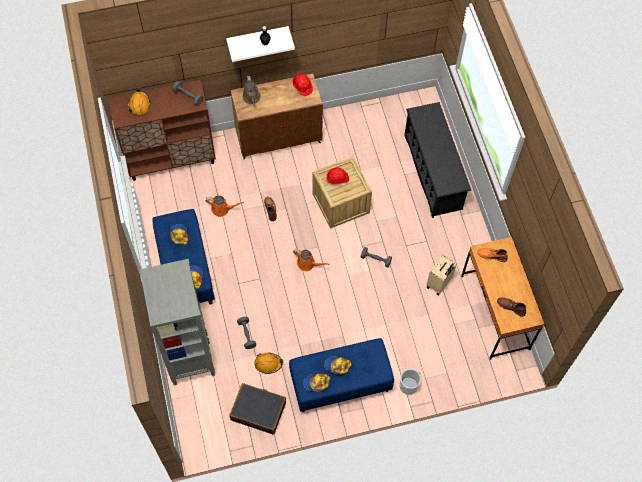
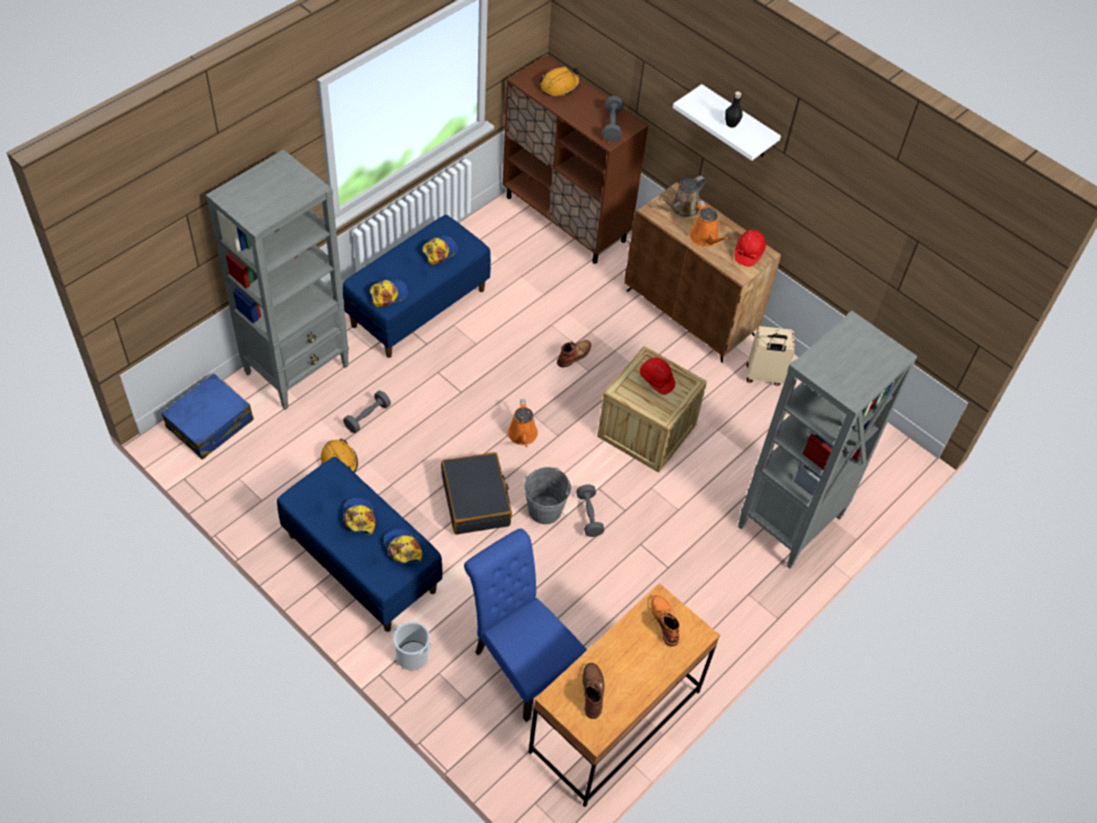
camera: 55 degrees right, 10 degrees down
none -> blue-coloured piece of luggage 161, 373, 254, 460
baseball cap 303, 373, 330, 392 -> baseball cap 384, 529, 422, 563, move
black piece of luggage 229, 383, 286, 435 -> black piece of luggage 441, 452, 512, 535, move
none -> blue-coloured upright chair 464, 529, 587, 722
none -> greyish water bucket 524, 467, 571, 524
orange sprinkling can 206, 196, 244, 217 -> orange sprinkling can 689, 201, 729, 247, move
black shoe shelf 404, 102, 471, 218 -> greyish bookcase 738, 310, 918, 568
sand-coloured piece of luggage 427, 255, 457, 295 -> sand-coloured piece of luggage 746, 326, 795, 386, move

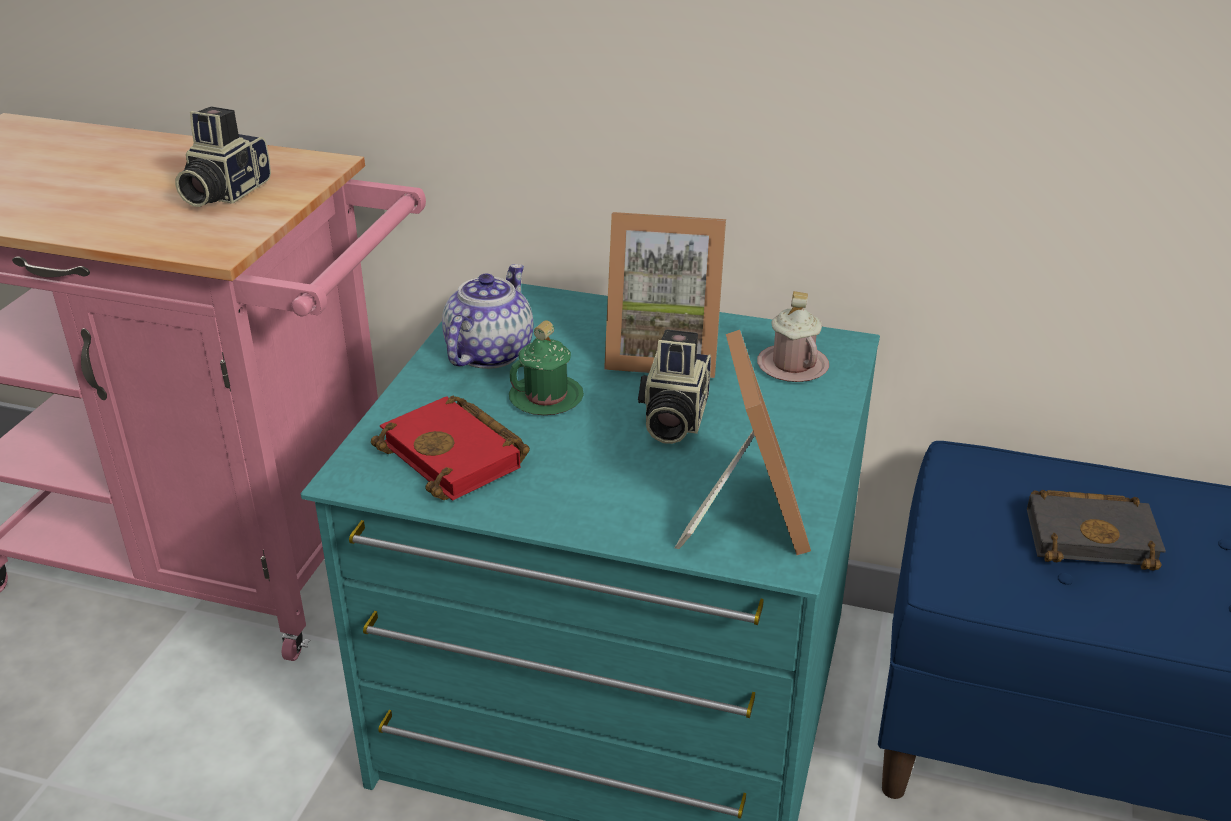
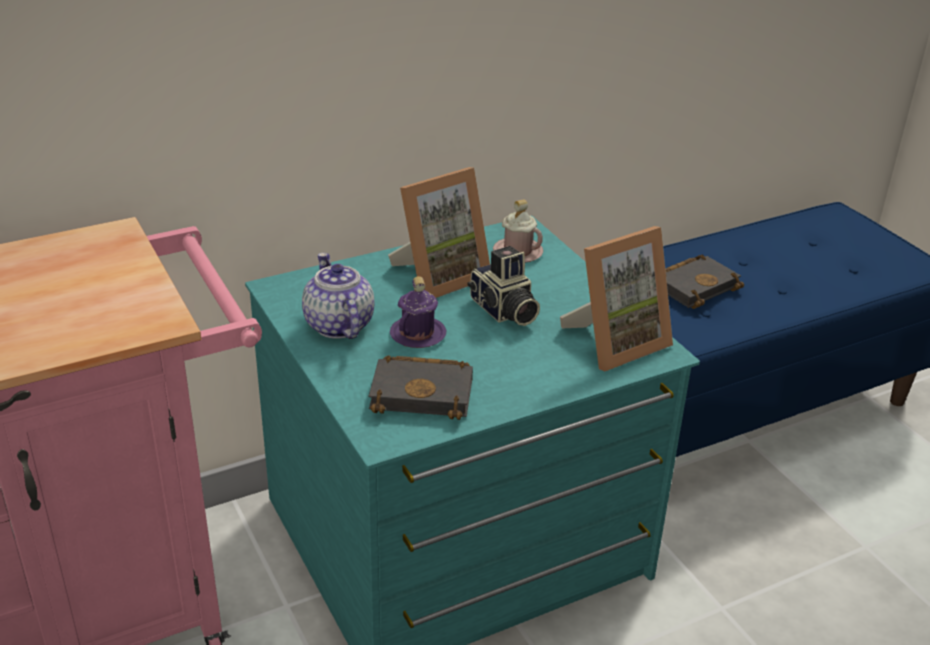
camera: 45 degrees left, 0 degrees up
red-coloured book 371, 396, 530, 501 -> black book 368, 355, 473, 420
green mug 509, 320, 584, 415 -> purplish mug 390, 276, 446, 348
picture frame 675, 330, 811, 555 -> picture frame 560, 226, 673, 371, 105 degrees clockwise
still camera 175, 106, 271, 207 -> none

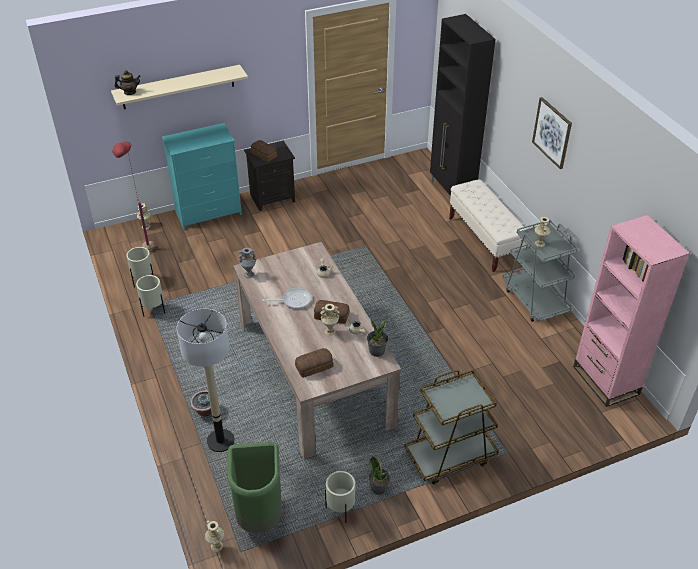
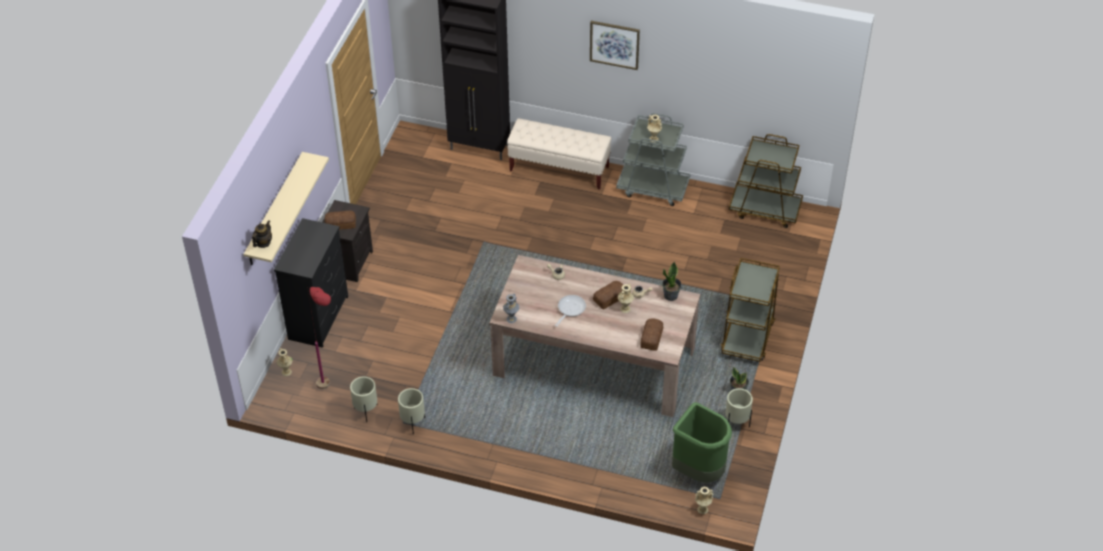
camera: 50 degrees left, 5 degrees up
turquoise dresser 162, 123, 242, 229 -> black dresser 274, 218, 348, 348
pink-coloured bookcase 573, 215, 690, 407 -> brownish trolley 729, 134, 803, 228
standard lamp 177, 309, 234, 452 -> none
plant in a pot 190, 390, 212, 416 -> none

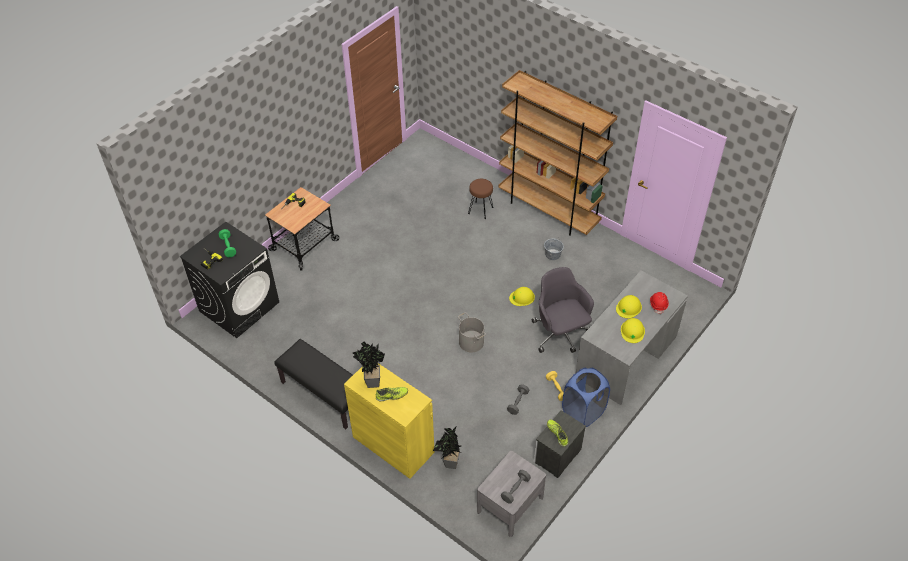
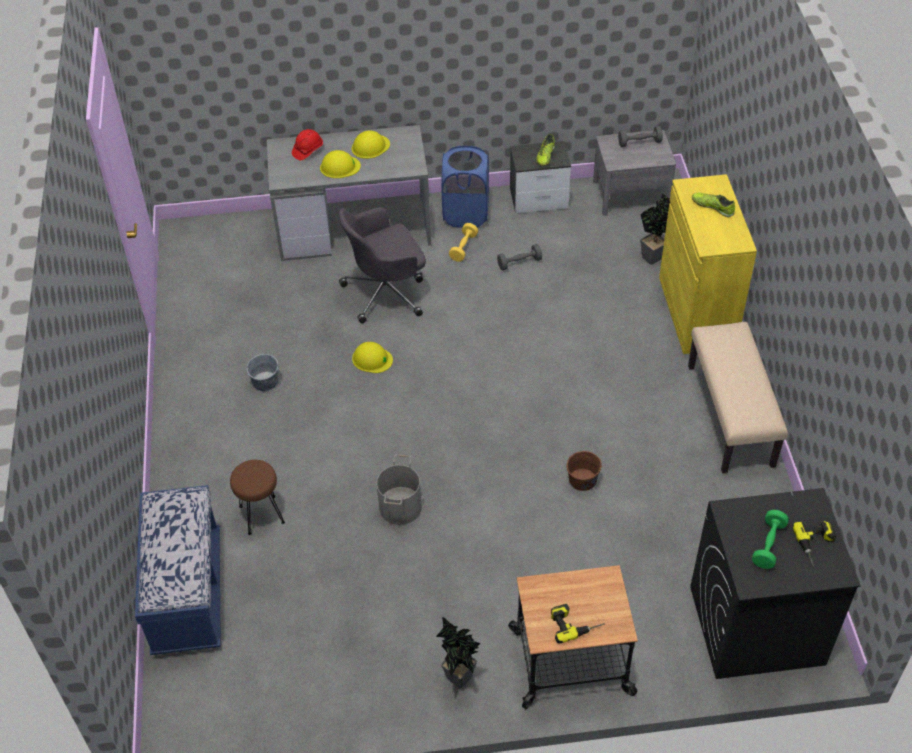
camera: 135 degrees left, 0 degrees up
none -> blue-coloured bench 135, 485, 221, 655
greyish computer chair 531, 267, 594, 353 -> greyish computer chair 339, 207, 426, 323, 45 degrees clockwise
greyish water bucket 458, 312, 486, 353 -> greyish water bucket 376, 454, 422, 525, move
plant in a pot 353, 341, 385, 388 -> plant in a pot 436, 617, 480, 689, move
none -> brownish water bucket 566, 451, 602, 491
black bench 274, 339, 353, 429 -> sand-coloured bench 688, 322, 788, 473
brownish bookcase 498, 70, 617, 236 -> none

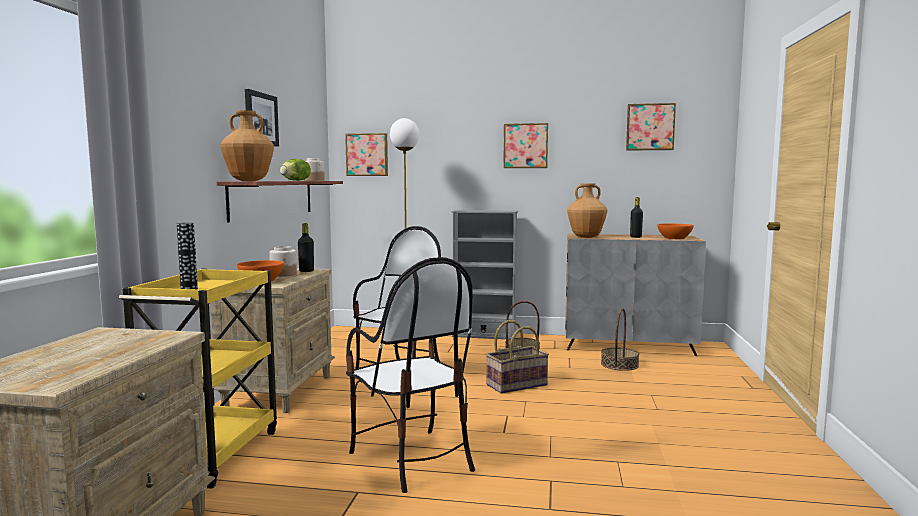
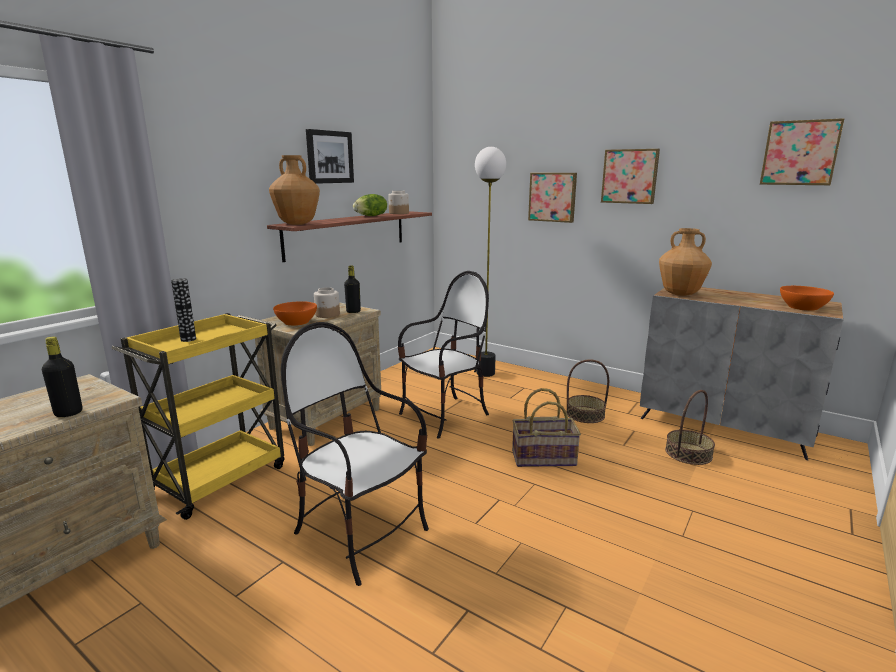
camera: 25 degrees right, 10 degrees up
black bottle 630, 197, 643, 238 -> black bottle 42, 337, 82, 417, move
upright chair 346, 257, 475, 493 -> upright chair 281, 322, 429, 586, 135 degrees clockwise
picture 345, 133, 388, 176 -> picture 528, 173, 577, 223, move
greyish bookcase 451, 210, 518, 339 -> none

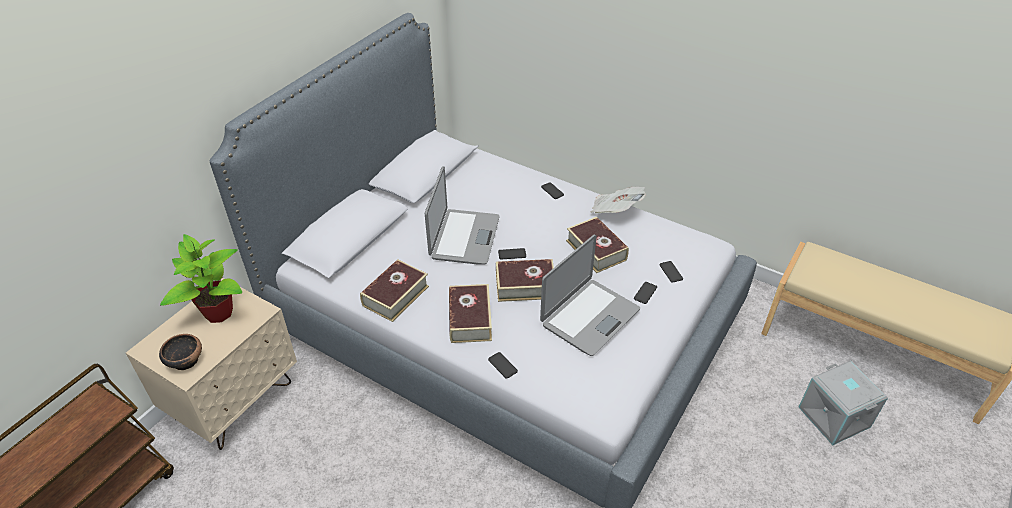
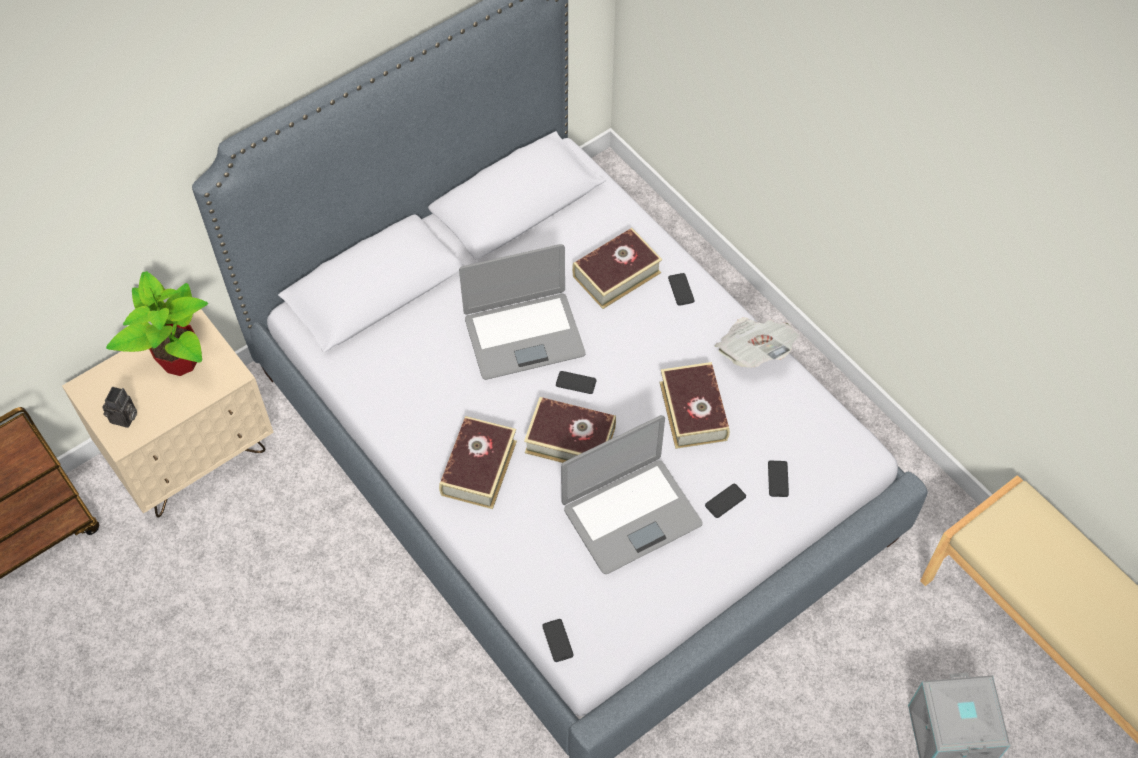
camera: 20 degrees right, 15 degrees up
deep dish 159, 334, 202, 370 -> still camera 103, 387, 137, 428
notebook computer 425, 166, 500, 265 -> notebook computer 459, 244, 586, 380, 45 degrees clockwise
telephone 488, 352, 518, 379 -> telephone 542, 619, 573, 662, move
book 360, 259, 429, 322 -> book 572, 228, 662, 309, move

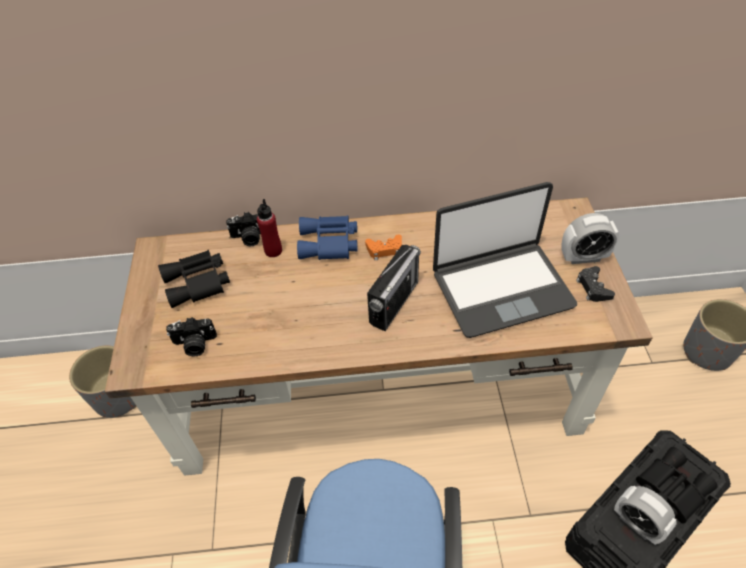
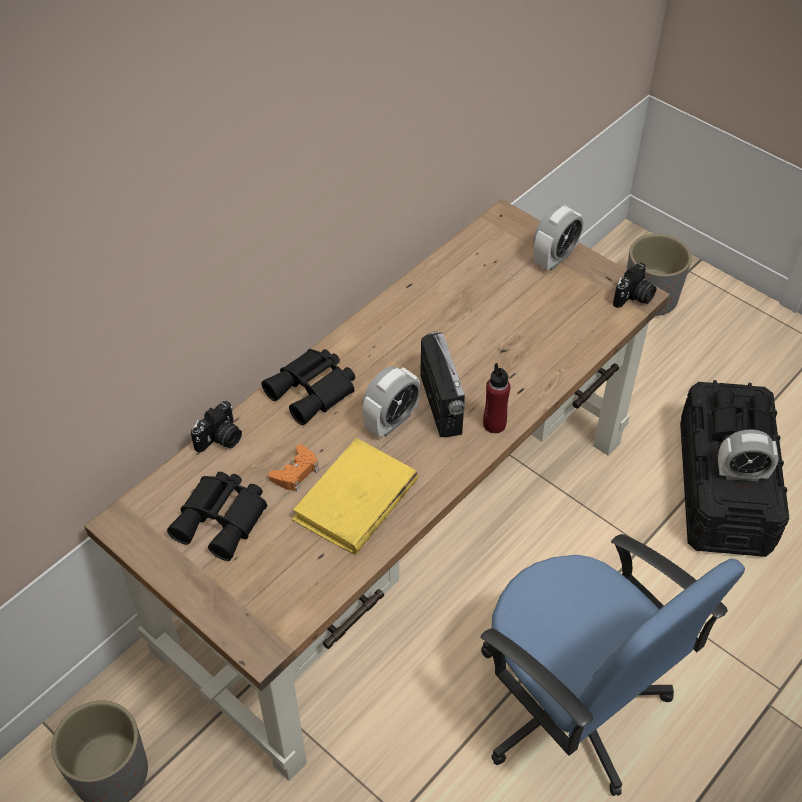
camera: 45 degrees left, 0 degrees up
blue-coloured binoculars 297, 215, 357, 260 -> black binoculars 261, 349, 355, 425
orange joypad 365, 234, 402, 260 -> orange joypad 269, 444, 319, 492, move
none -> yellowish book 292, 438, 418, 555
none -> alarm clock 362, 366, 420, 438
red-coloured bottle 257, 199, 282, 257 -> red-coloured bottle 483, 363, 510, 433, move
still camera 166, 317, 217, 356 -> still camera 613, 262, 657, 308, move
notebook computer 433, 182, 577, 338 -> none
black joypad 576, 266, 615, 302 -> none

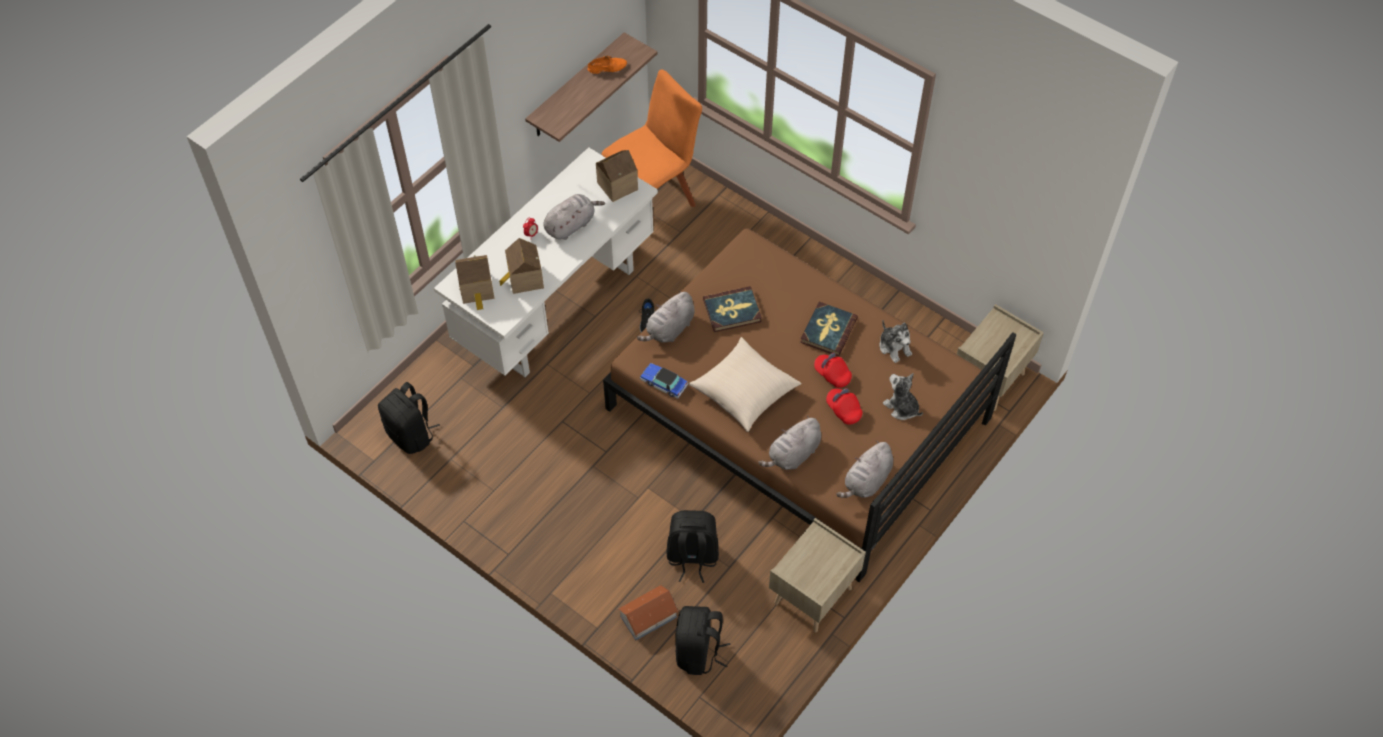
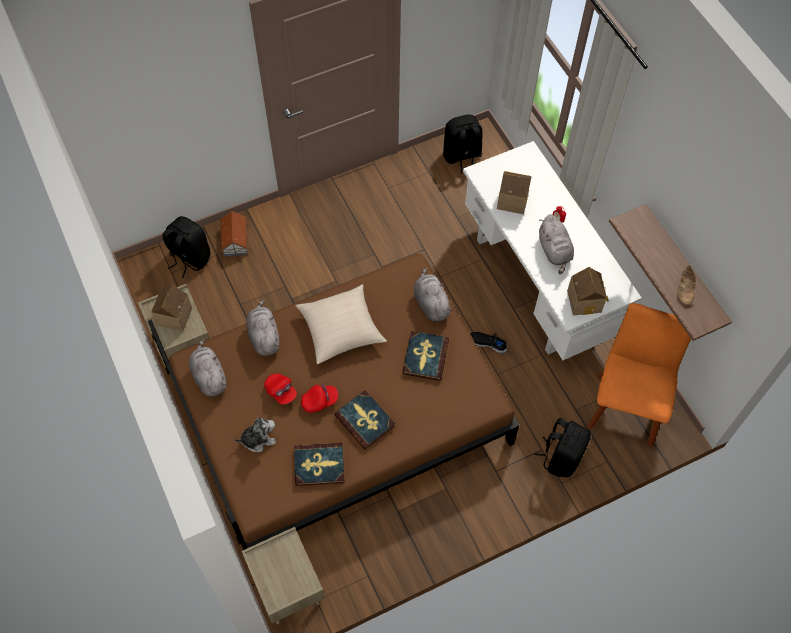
camera: 115 degrees right, 5 degrees up
toy house 455, 255, 494, 310 -> toy house 151, 284, 192, 331, move
red-coloured baseball cap 826, 388, 862, 425 -> red-coloured baseball cap 264, 373, 297, 404, 60 degrees clockwise
soft toy 879, 320, 912, 363 -> book 294, 442, 344, 486
black knapsack 666, 510, 719, 583 -> black knapsack 534, 418, 591, 477, move
orange upright chair 602, 69, 702, 207 -> orange upright chair 587, 303, 691, 447, 150 degrees counterclockwise
orange shoe 587, 56, 627, 74 -> sand-coloured shoe 678, 265, 696, 305
model car 640, 363, 688, 399 -> none

